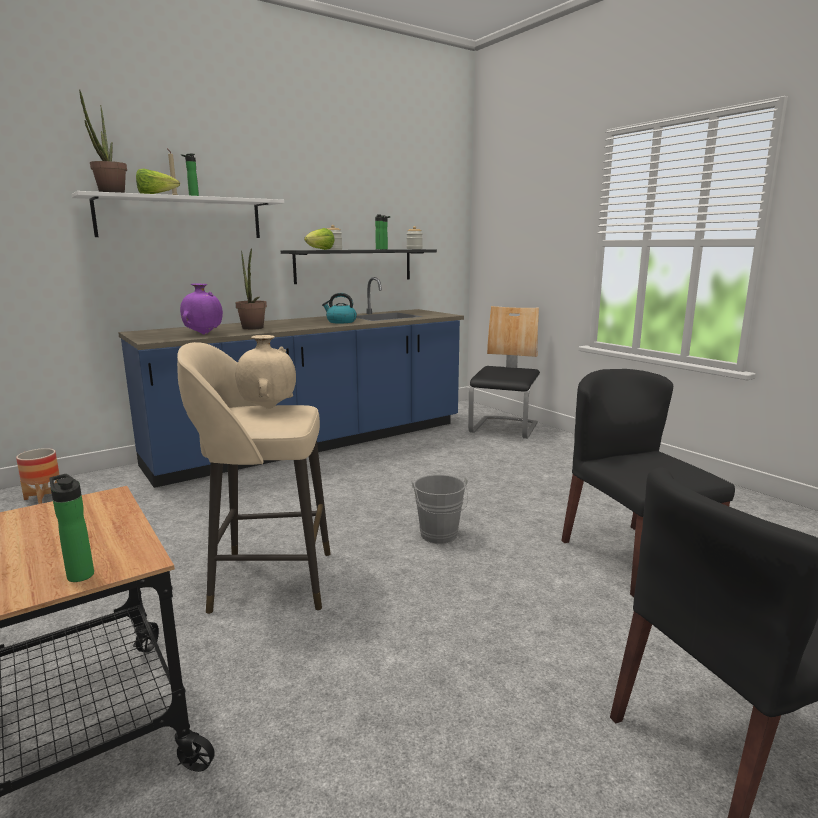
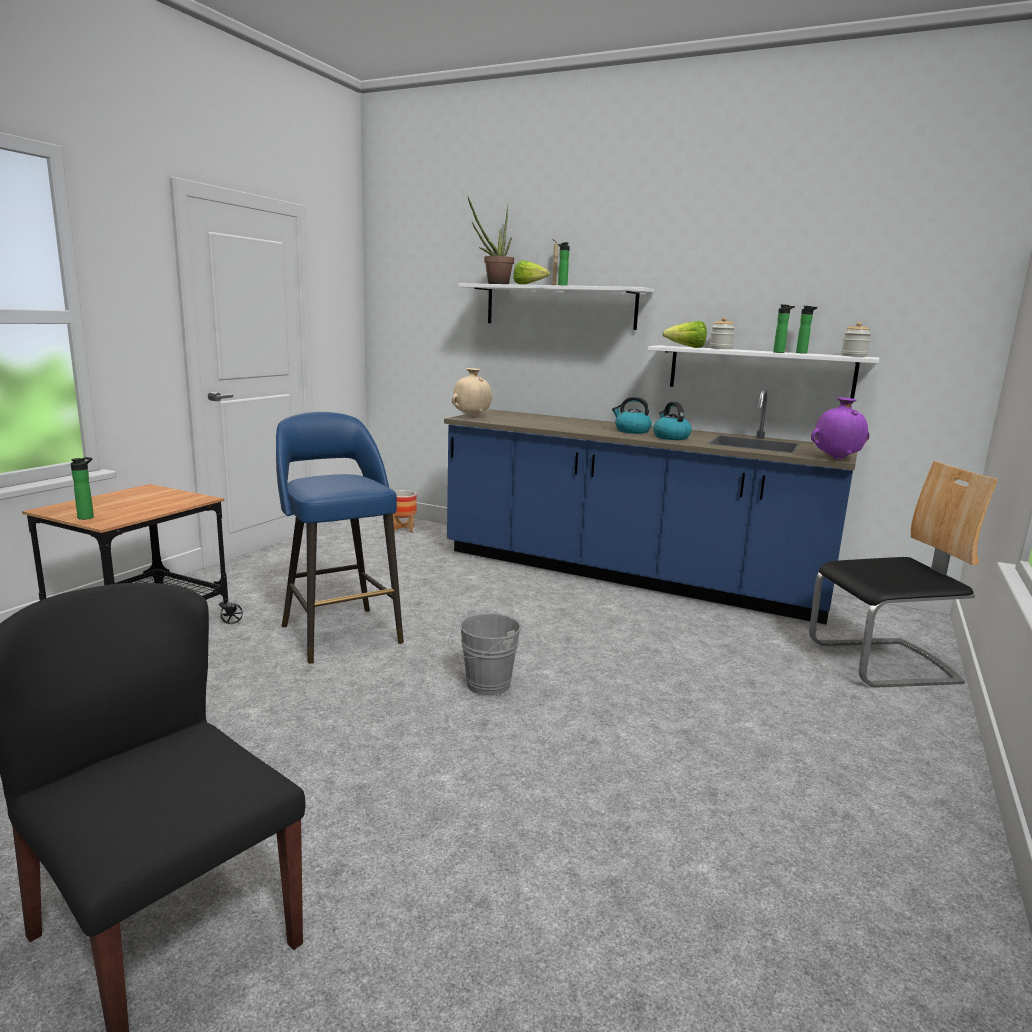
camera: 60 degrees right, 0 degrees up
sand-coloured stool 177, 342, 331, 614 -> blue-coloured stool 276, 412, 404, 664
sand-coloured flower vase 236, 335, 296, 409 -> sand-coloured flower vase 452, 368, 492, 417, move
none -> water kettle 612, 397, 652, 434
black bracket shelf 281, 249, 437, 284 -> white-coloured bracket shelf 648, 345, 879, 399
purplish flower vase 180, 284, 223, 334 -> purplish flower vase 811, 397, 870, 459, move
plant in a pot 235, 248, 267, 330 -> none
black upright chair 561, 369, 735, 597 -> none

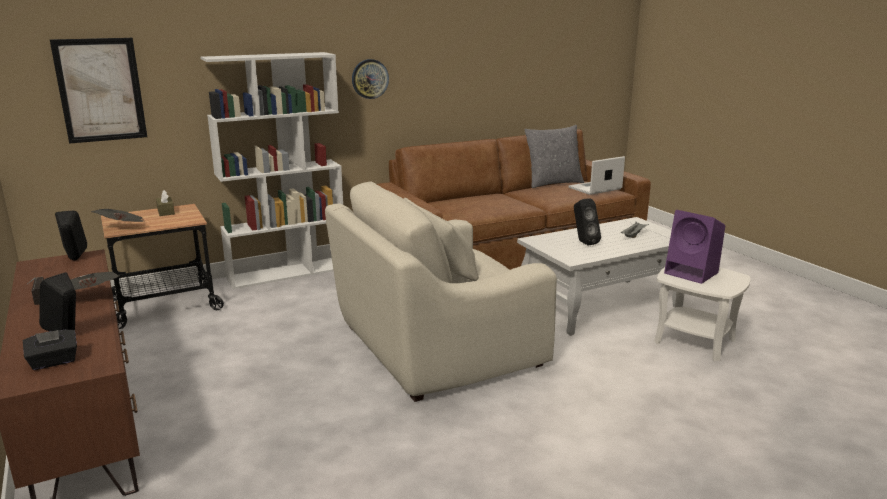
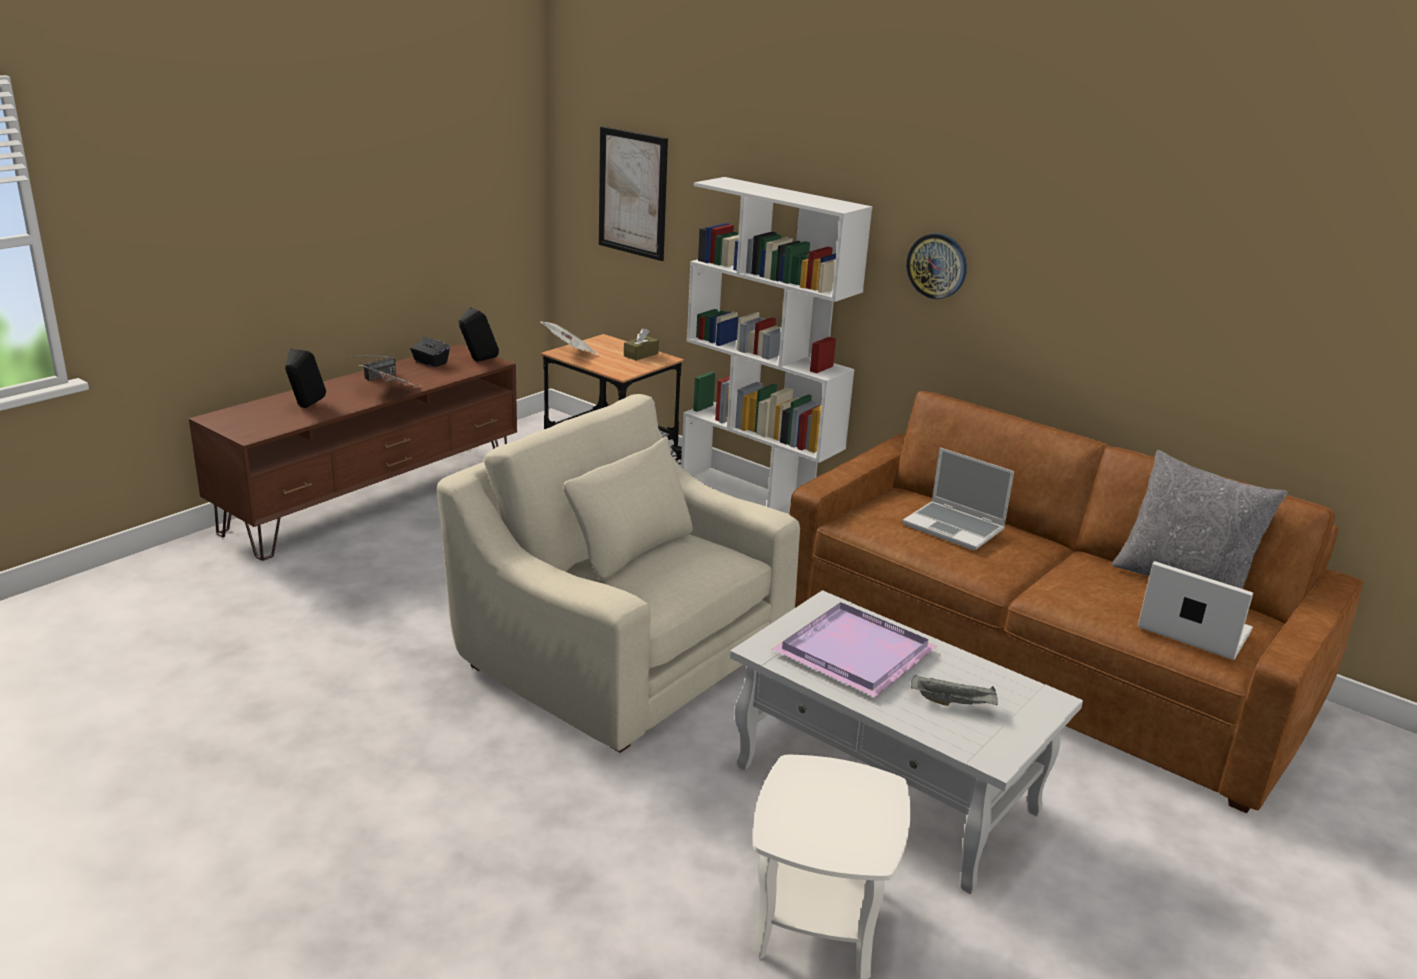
camera: 65 degrees right, 5 degrees up
black tissue box 23, 330, 77, 370 -> black tissue box 410, 336, 450, 367, move
black loudspeaker 574, 198, 601, 246 -> purplish tray 772, 602, 937, 697
none -> notebook computer 902, 448, 1014, 550
purplish loudspeaker 664, 210, 725, 284 -> none

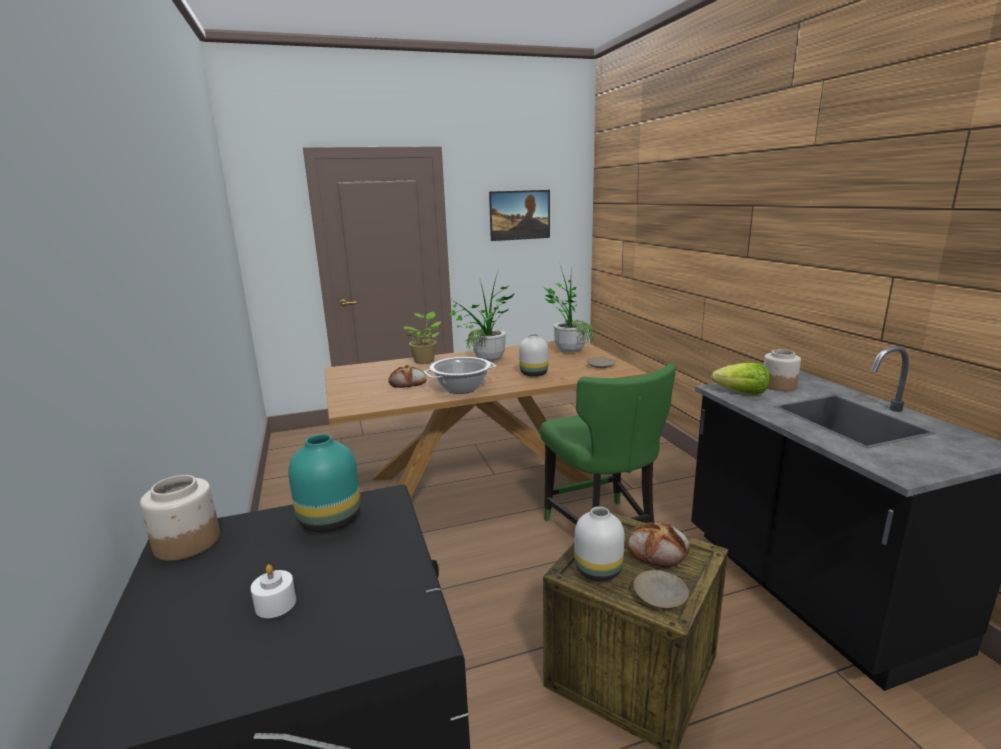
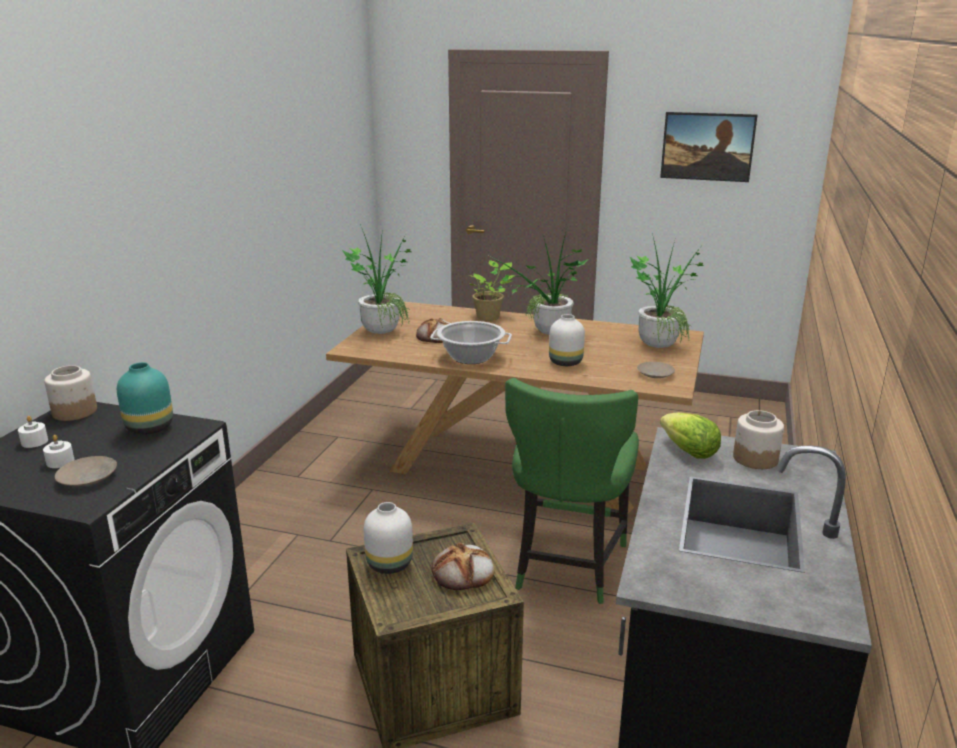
camera: 35 degrees right, 5 degrees up
none -> white-coloured candle 18, 416, 48, 448
sand-coloured flat dish 634, 570, 689, 608 -> sand-coloured flat dish 55, 456, 117, 486, move
none -> plant in a pot 342, 224, 411, 334

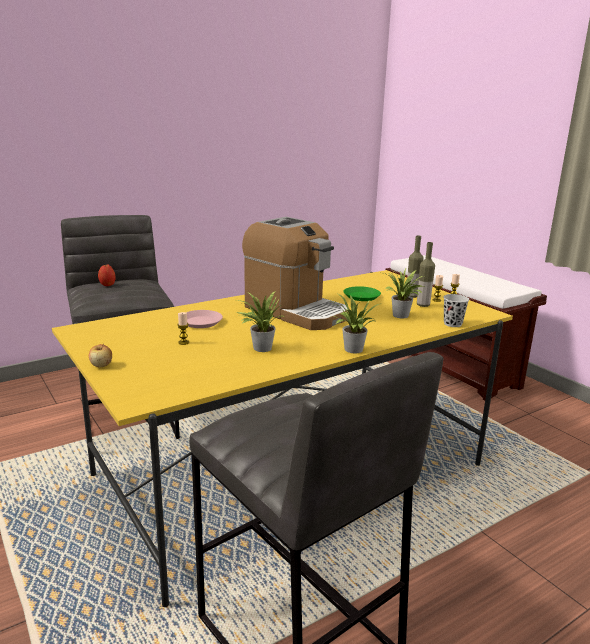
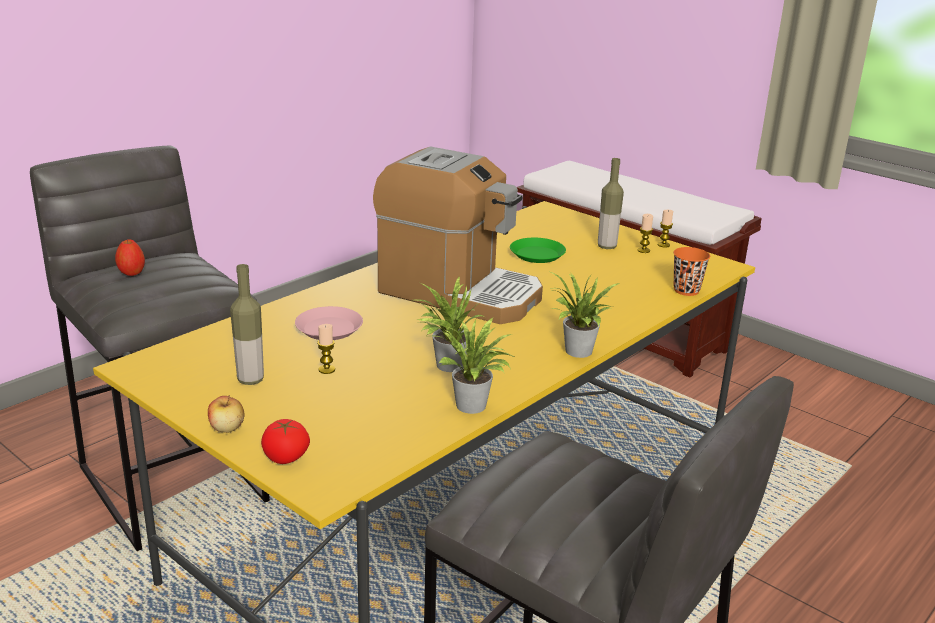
camera: 15 degrees left, 5 degrees up
bottle 417, 242, 435, 307 -> bottle 230, 264, 264, 385, move
none -> whole tomato 261, 419, 310, 464
plant in a pot 384, 269, 425, 318 -> plant in a pot 435, 317, 515, 414, move
black small cup 443, 294, 469, 327 -> orange small cup 673, 247, 710, 296

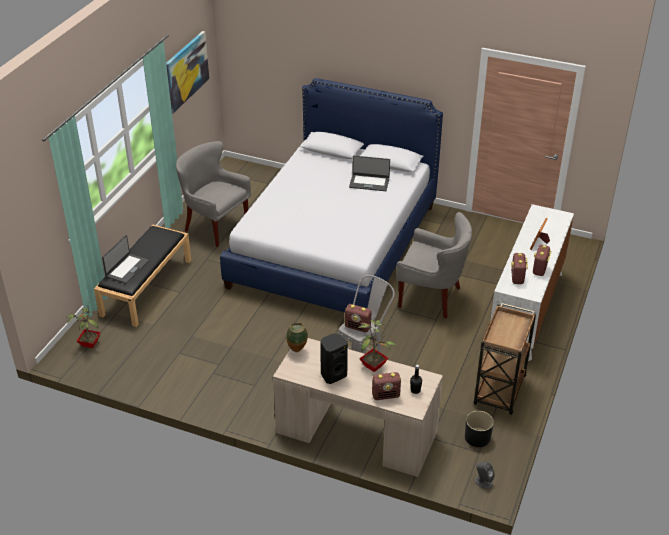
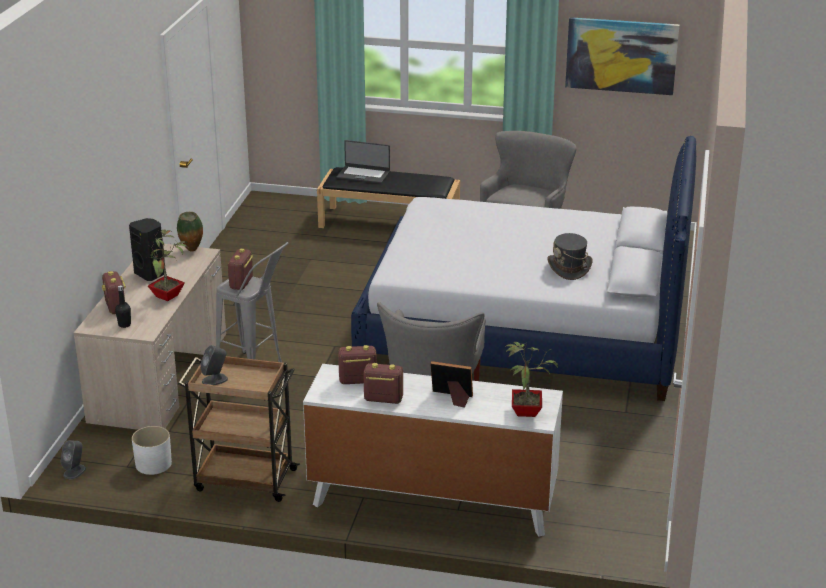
camera: 80 degrees right, 10 degrees down
black plant pot 465, 411, 494, 447 -> white-coloured plant pot 132, 426, 172, 475
none -> greyish loudspeaker 200, 345, 228, 385
plant in a pot 65, 304, 101, 348 -> plant in a pot 505, 342, 558, 417, move
notebook computer 349, 156, 390, 191 -> greyish wearable hat 547, 233, 592, 280

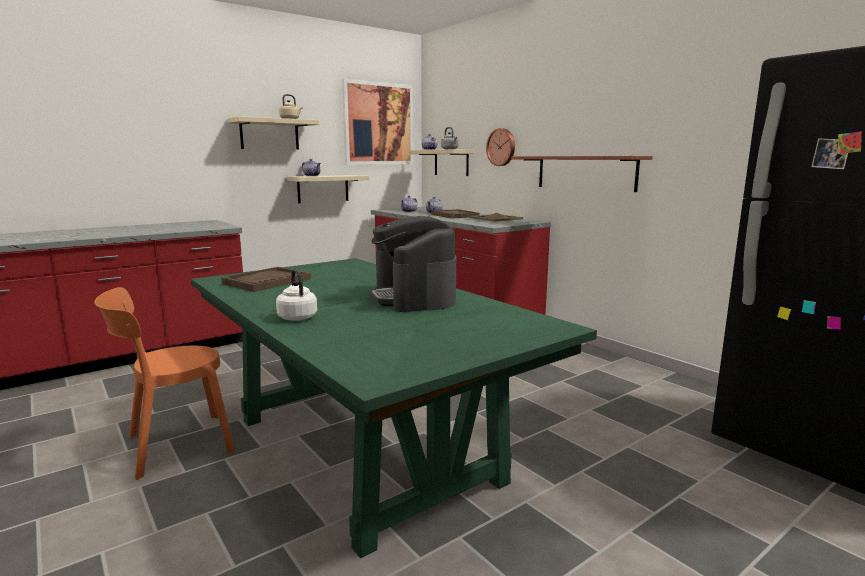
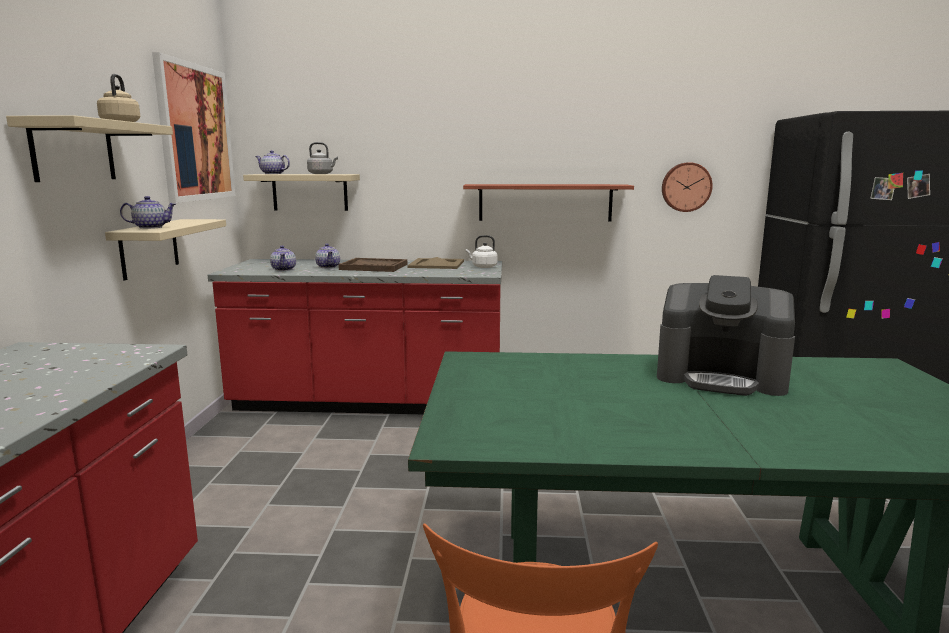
camera: 50 degrees left, 0 degrees up
white-coloured water kettle 276, 269, 317, 321 -> white-coloured water kettle 466, 235, 497, 268, move
wall clock 486, 128, 515, 166 -> wall clock 662, 162, 713, 212, move
brownish tray 221, 267, 311, 292 -> none

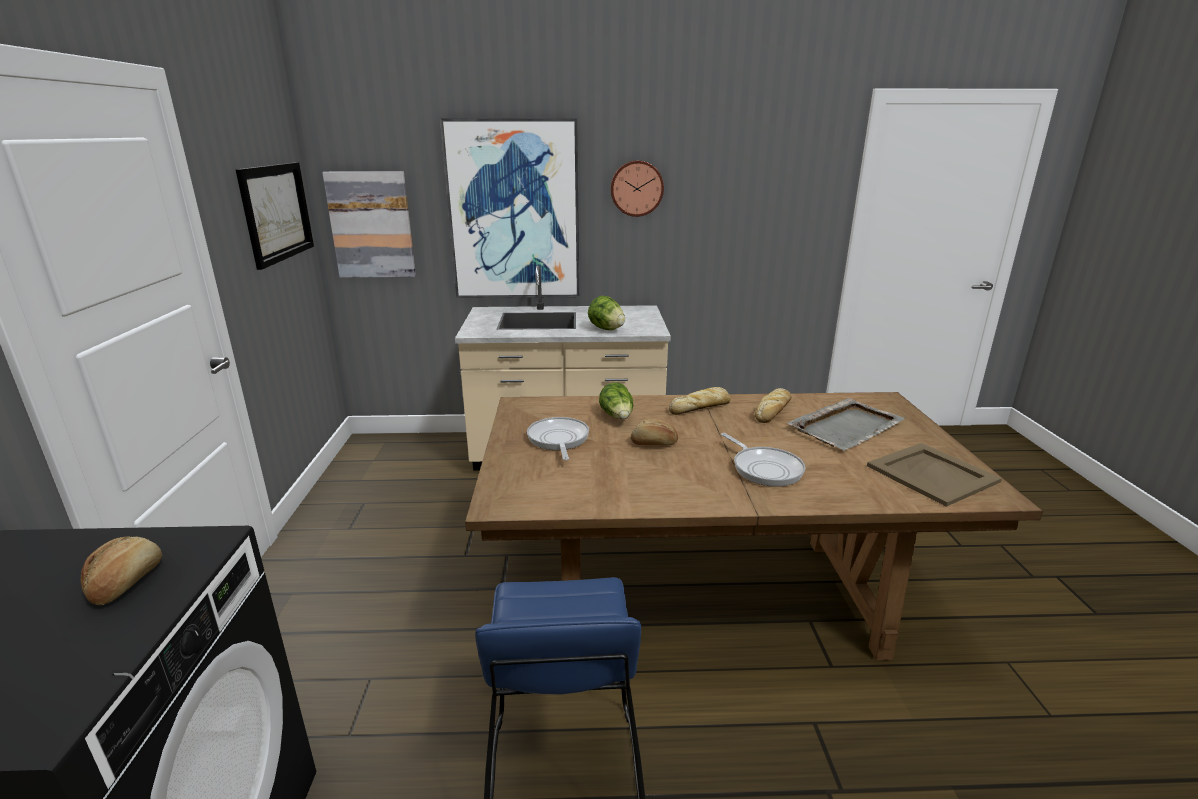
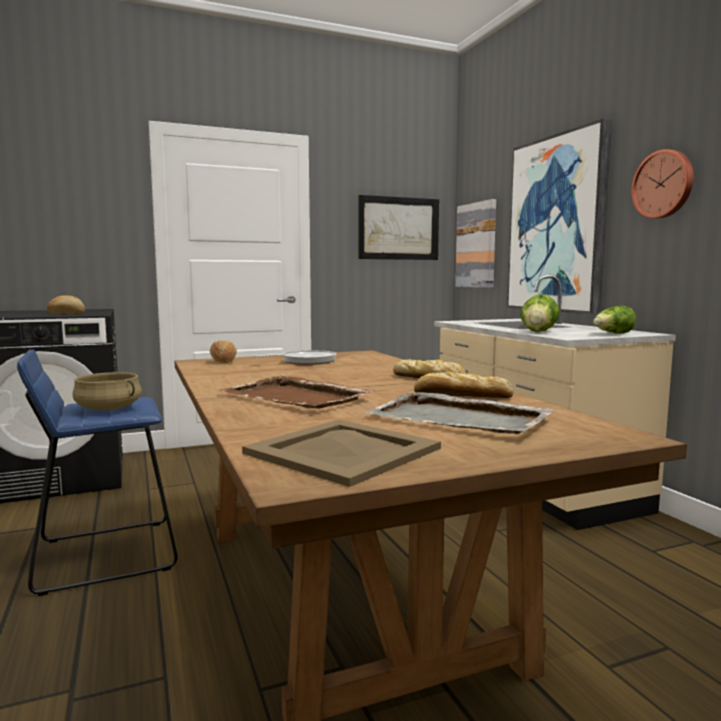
camera: 70 degrees right, 15 degrees down
none -> sand-coloured saucepot 72, 372, 142, 410
bread 631, 419, 678, 446 -> bread 210, 340, 237, 363, move
frying pan 721, 433, 805, 487 -> brownish tray 219, 376, 374, 409
head of lettuce 599, 382, 633, 419 -> head of lettuce 593, 306, 636, 334, move

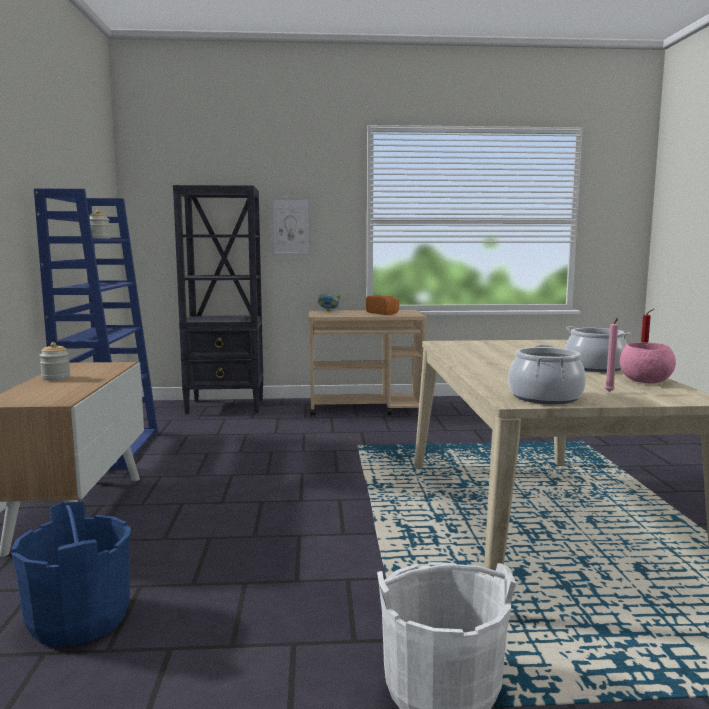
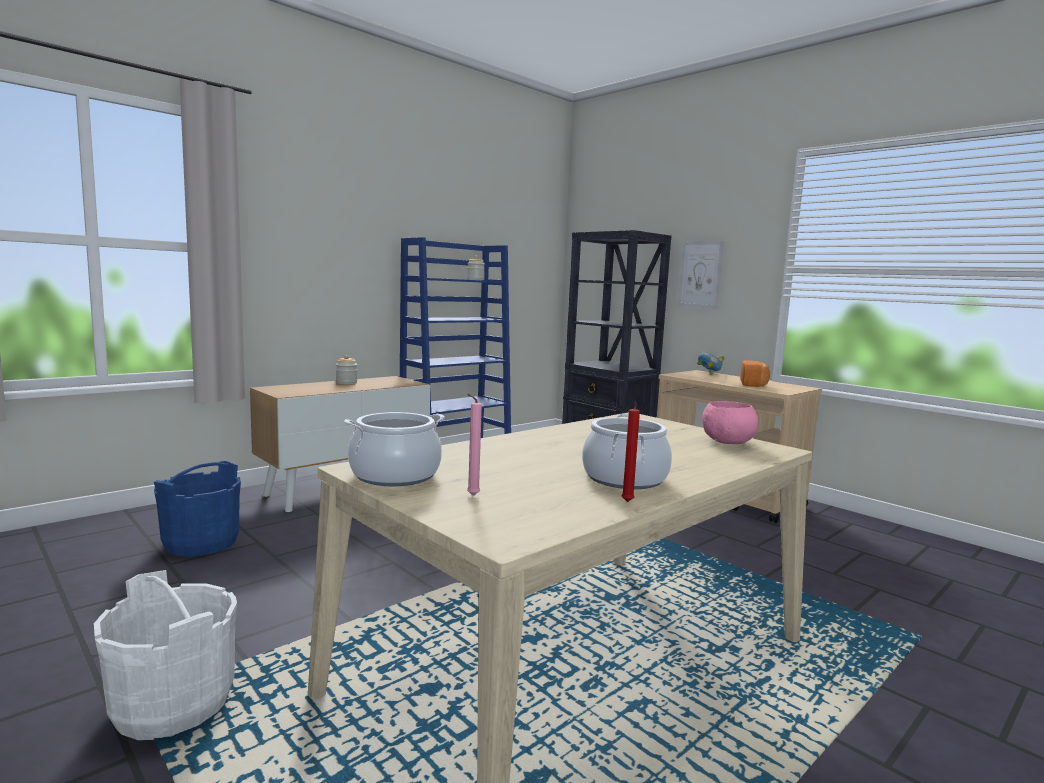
camera: 50 degrees right, 0 degrees up
pink-coloured deep dish 620, 343, 676, 383 -> pink-coloured deep dish 702, 401, 758, 444, move

